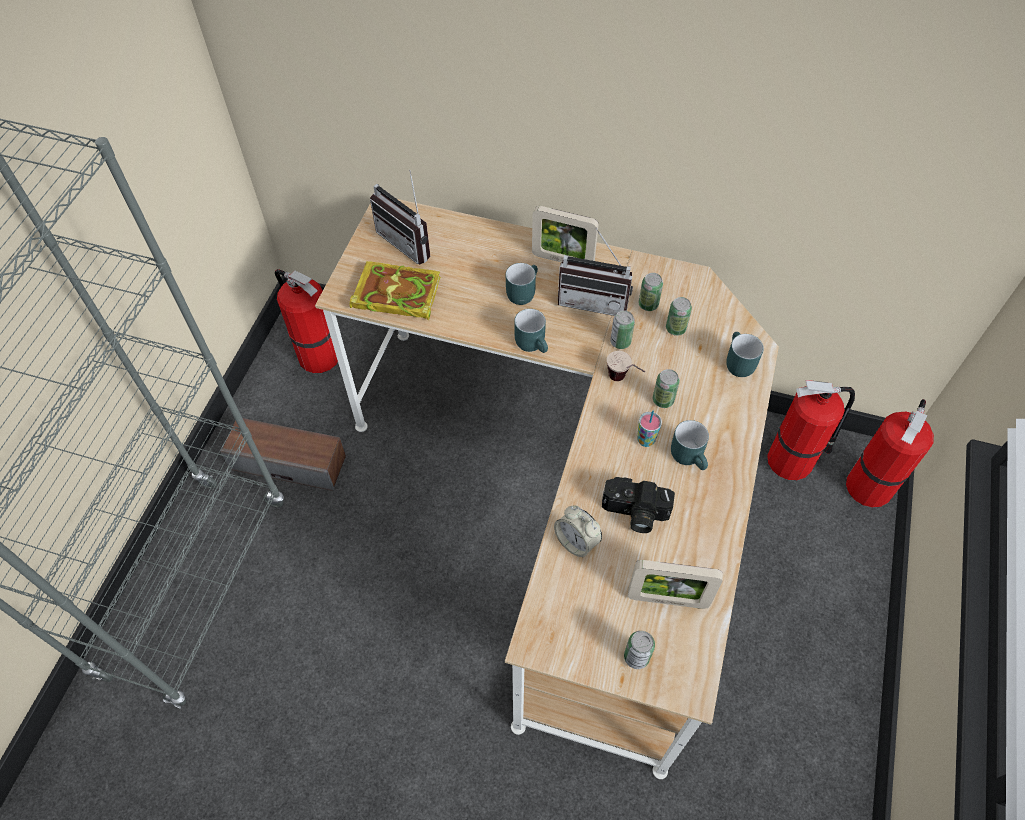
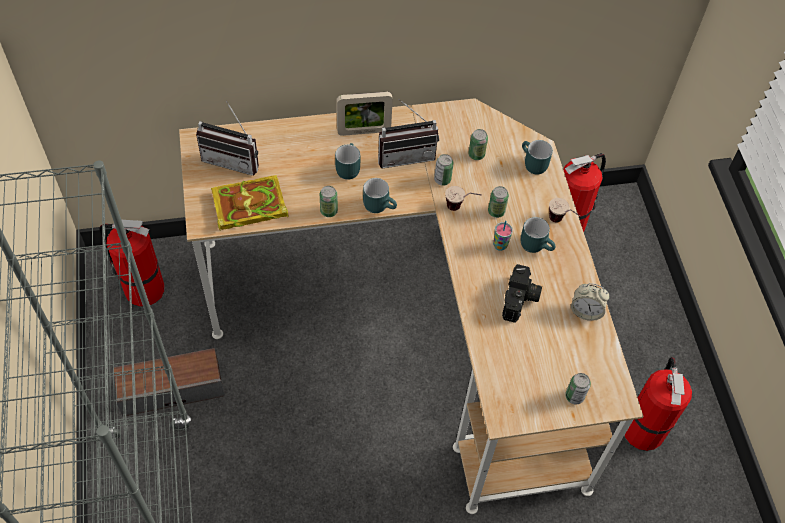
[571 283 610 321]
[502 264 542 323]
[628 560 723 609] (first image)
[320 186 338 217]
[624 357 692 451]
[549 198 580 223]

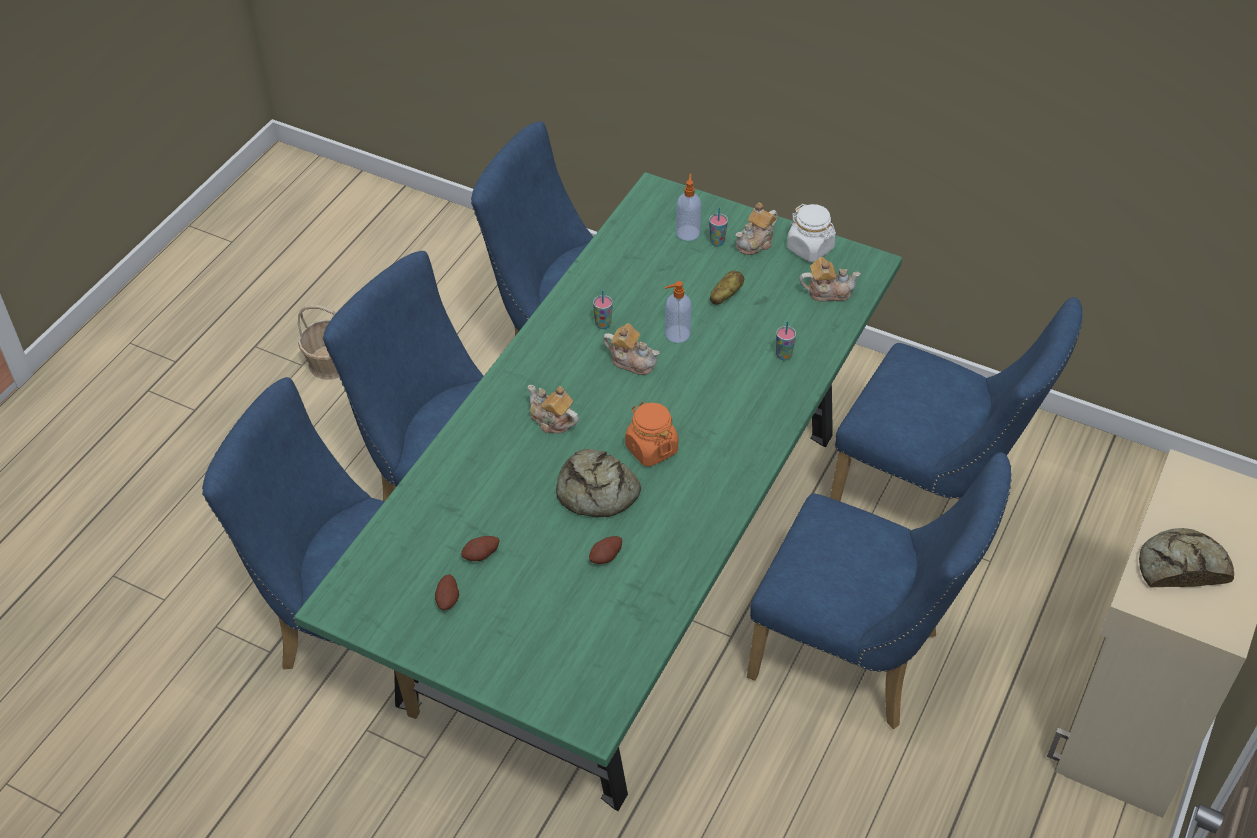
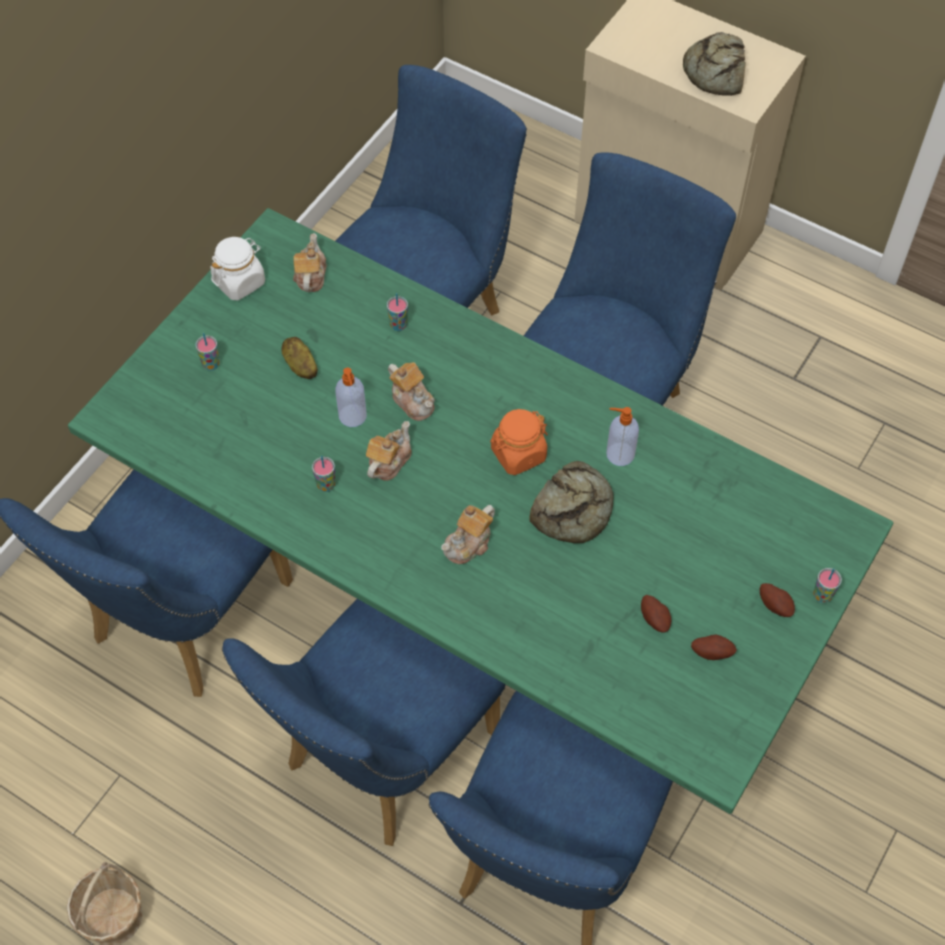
[760 583 795 617]
[606 407 639 466]
[388 362 435 421]
[813 568 842 603]

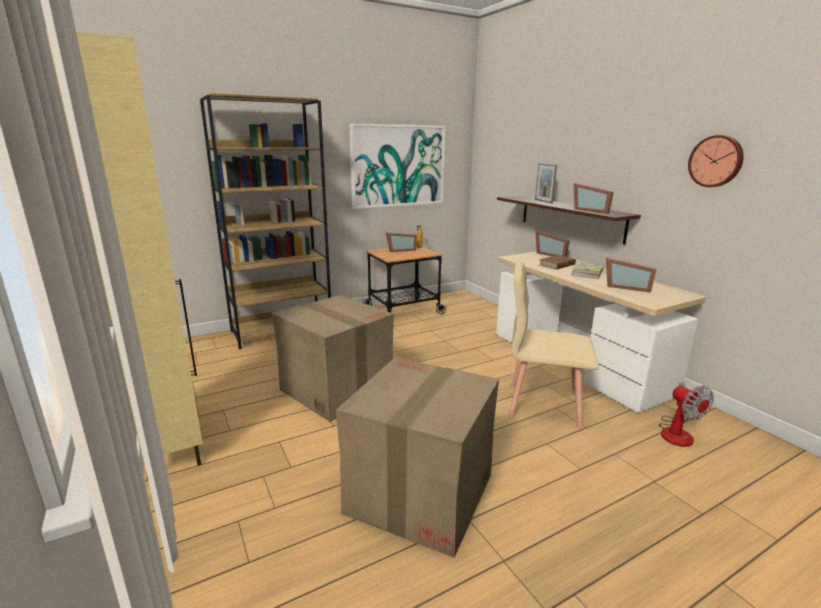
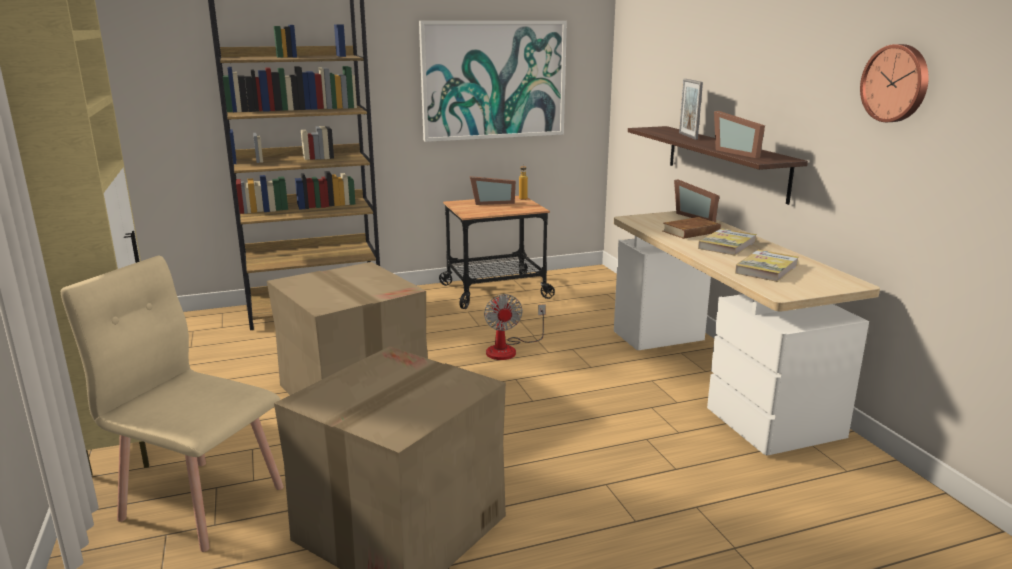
[61 256 284 552]
[735 250 799 282]
[484 294 546 360]

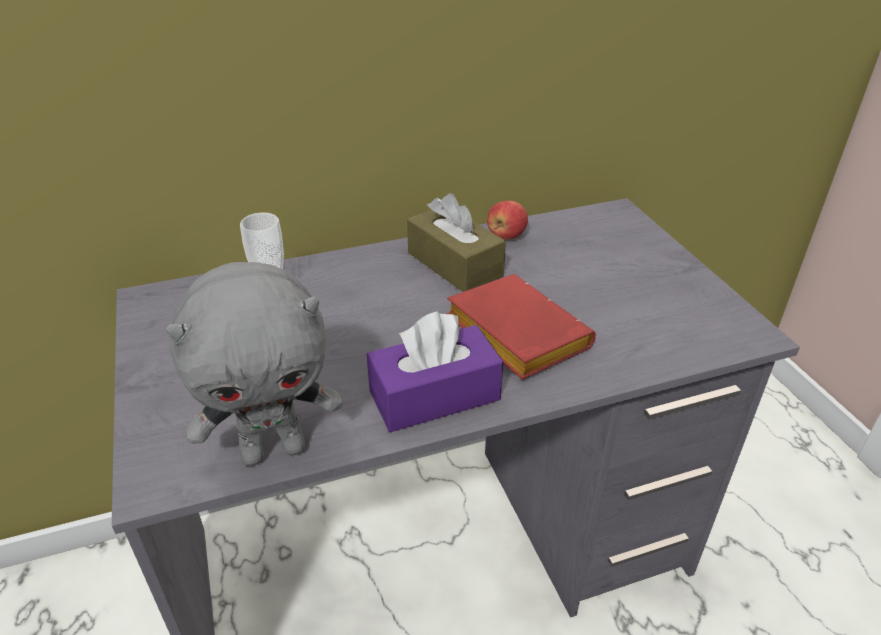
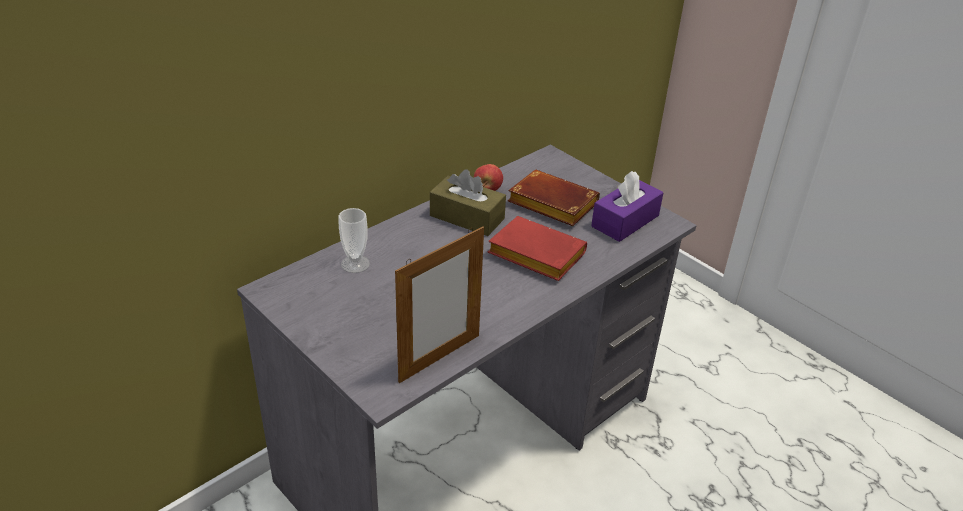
[395 226 484 383]
[591 171 663 242]
[508 170 600 226]

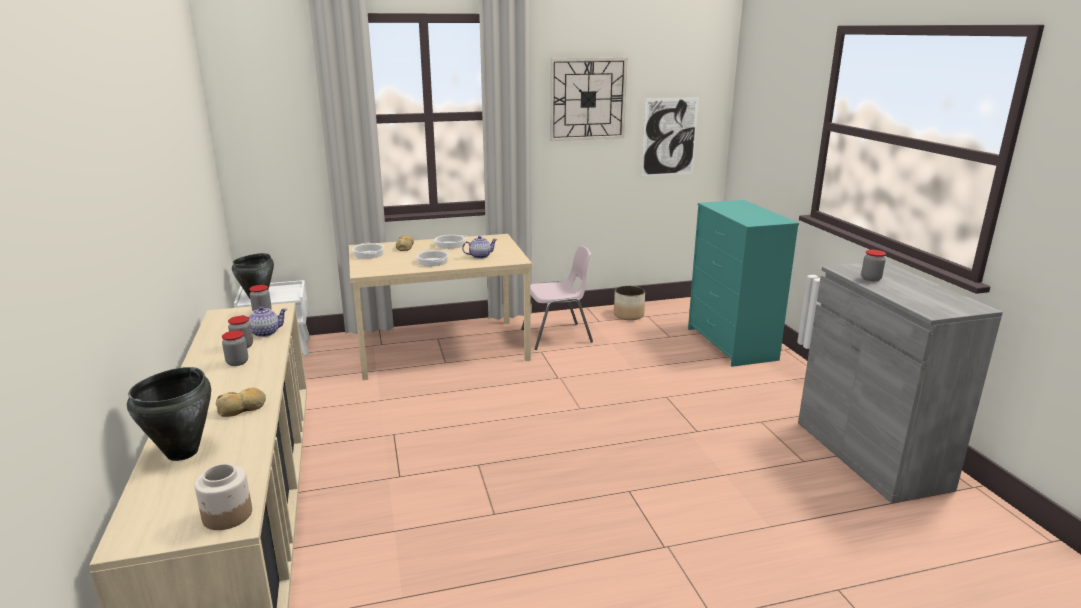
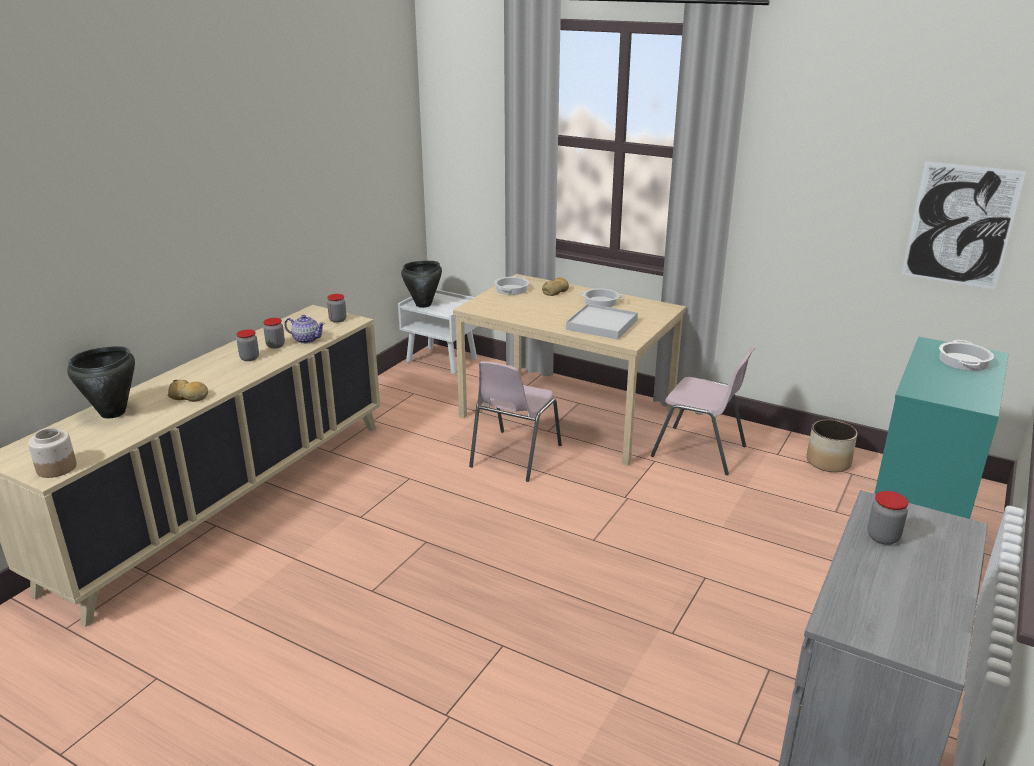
[939 340 994 371]
[566 304 638 340]
[550 58 628 141] (first image)
[469 361 562 482]

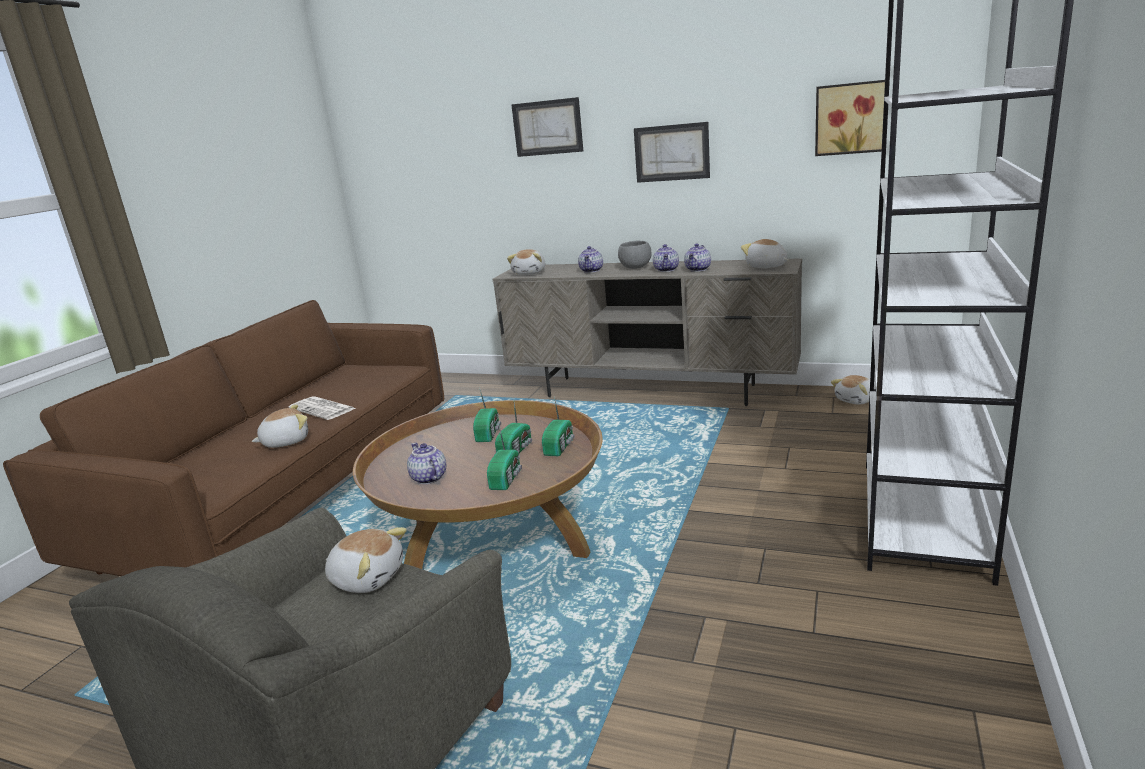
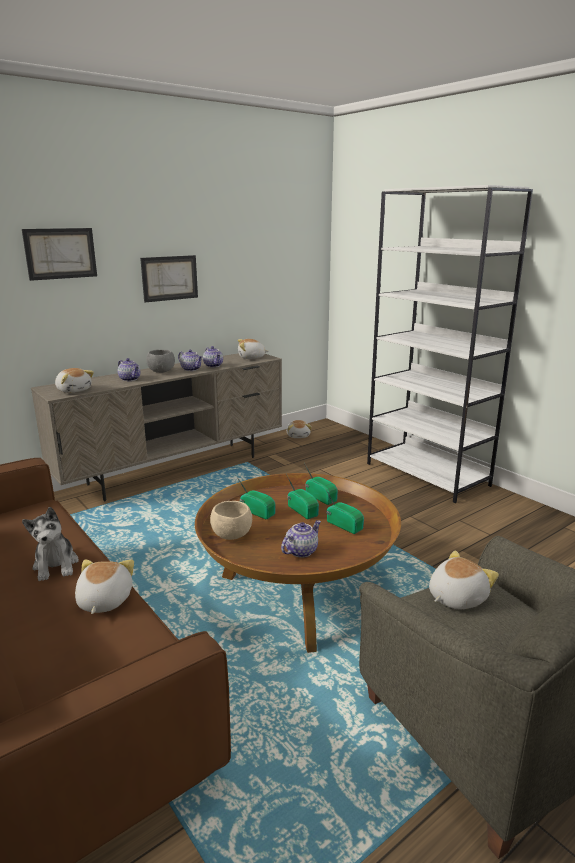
[22 507 79 581]
[281 520 321 558]
[815 80 885 156] (first image)
[210 501 252 540]

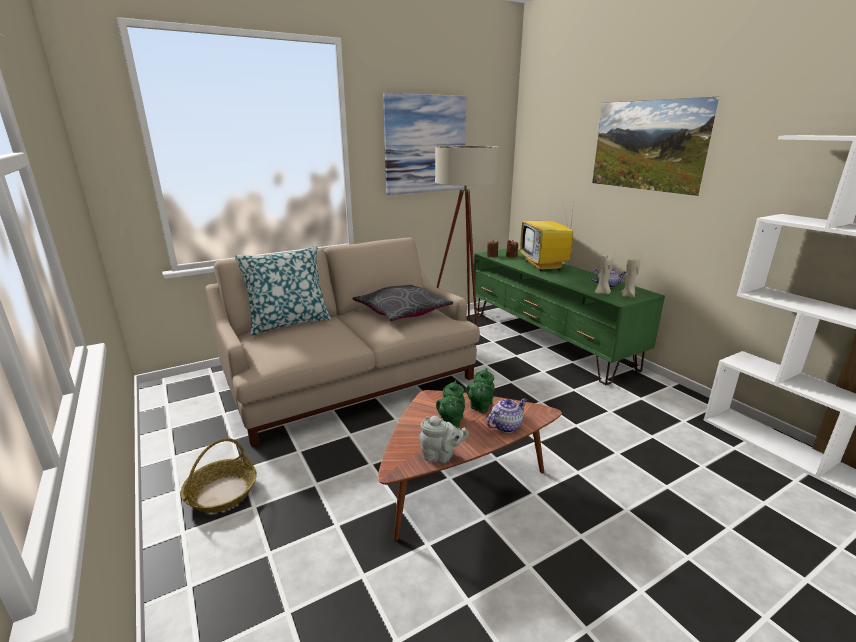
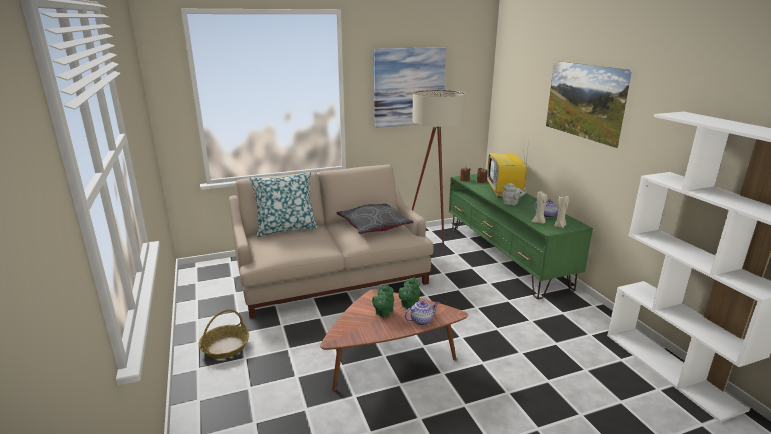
[502 183 527 205]

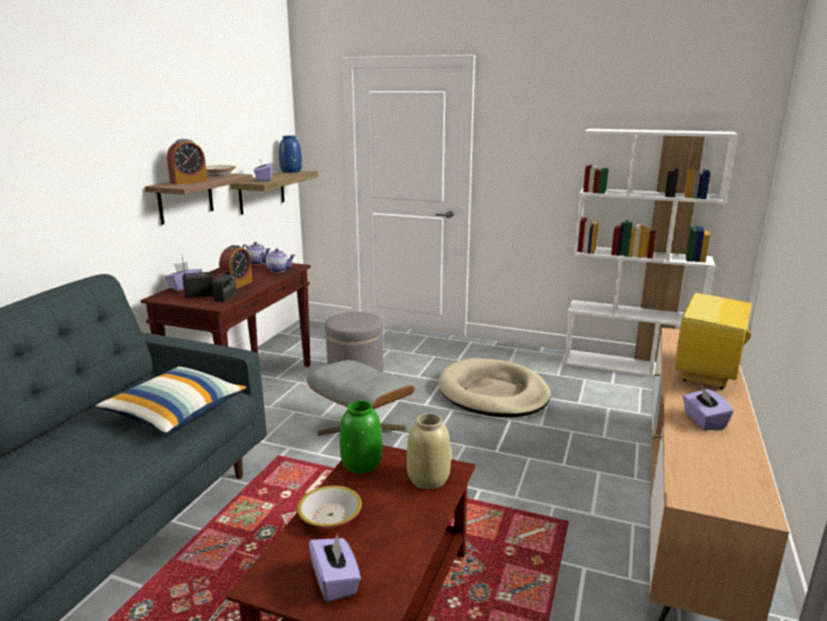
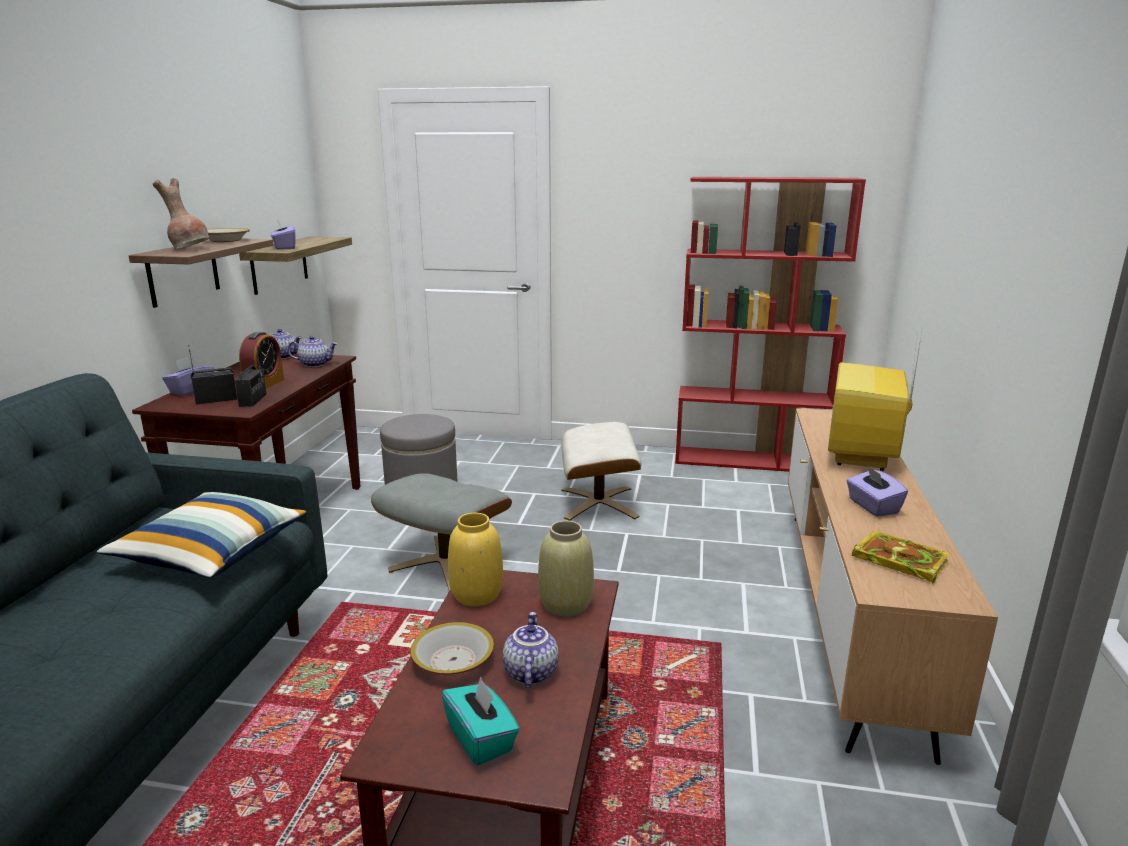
[152 178 210 249]
[279 136 302 173] (first image)
[442 676 520 765]
[448 513 503 606]
[561 422 642 521]
[675 177 866 472]
[503 612 559 688]
[852 530 950 583]

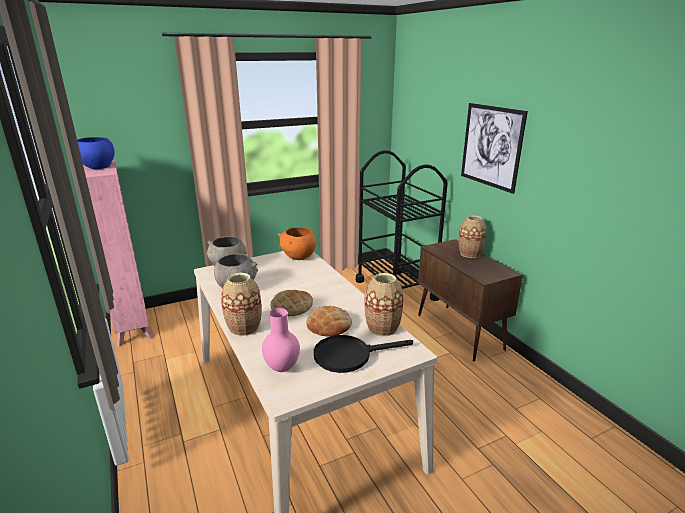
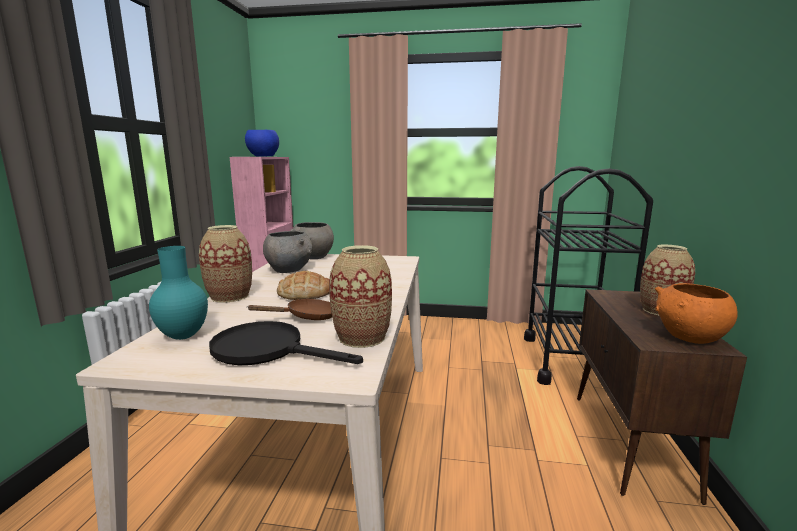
[149 246 208 340]
[655 283 738 344]
[247 299 332 320]
[461 103 528 194] (first image)

